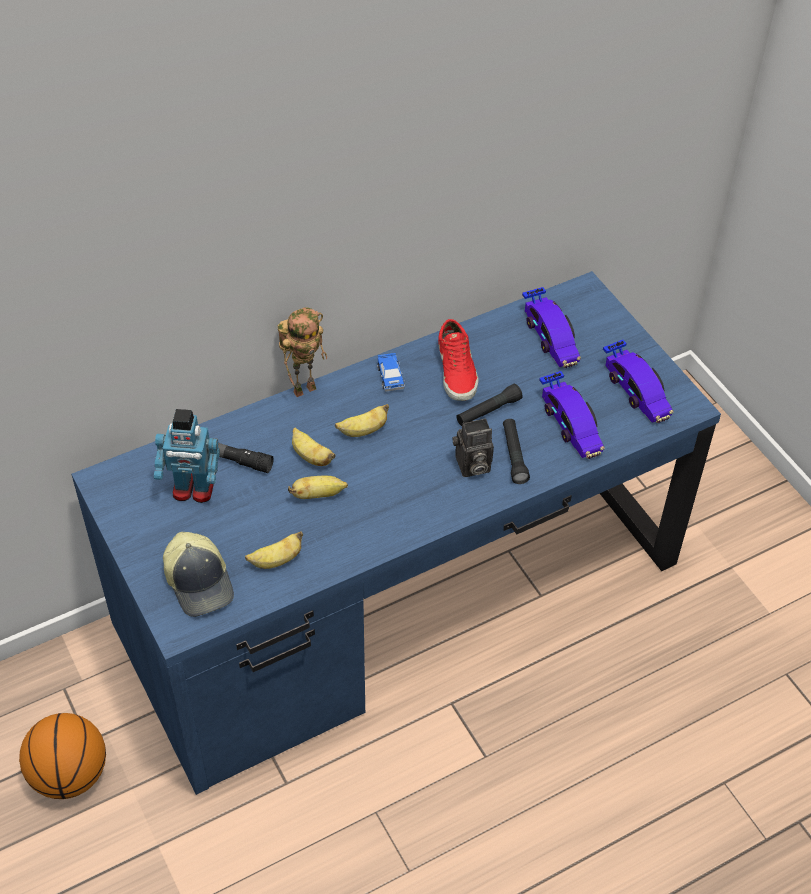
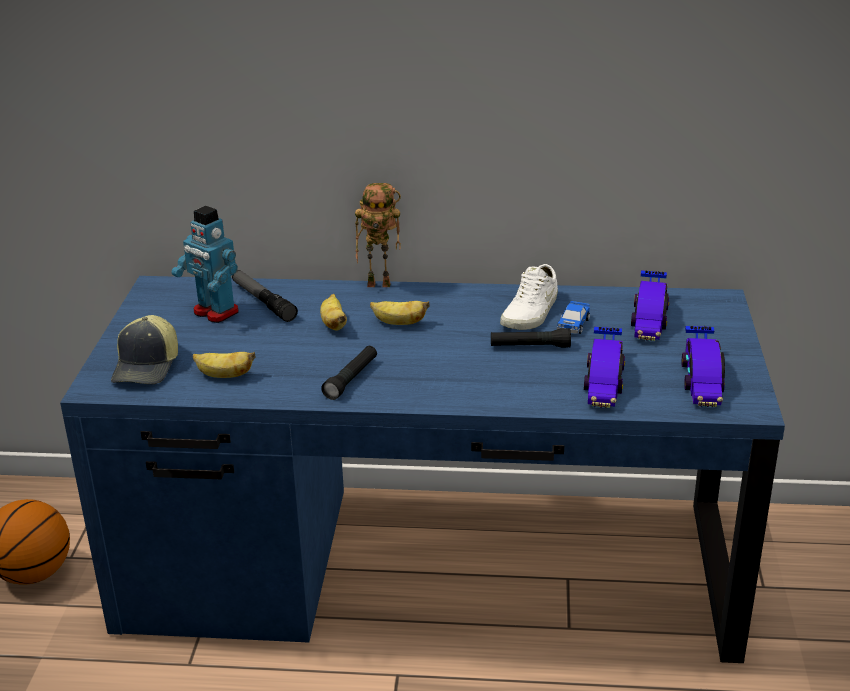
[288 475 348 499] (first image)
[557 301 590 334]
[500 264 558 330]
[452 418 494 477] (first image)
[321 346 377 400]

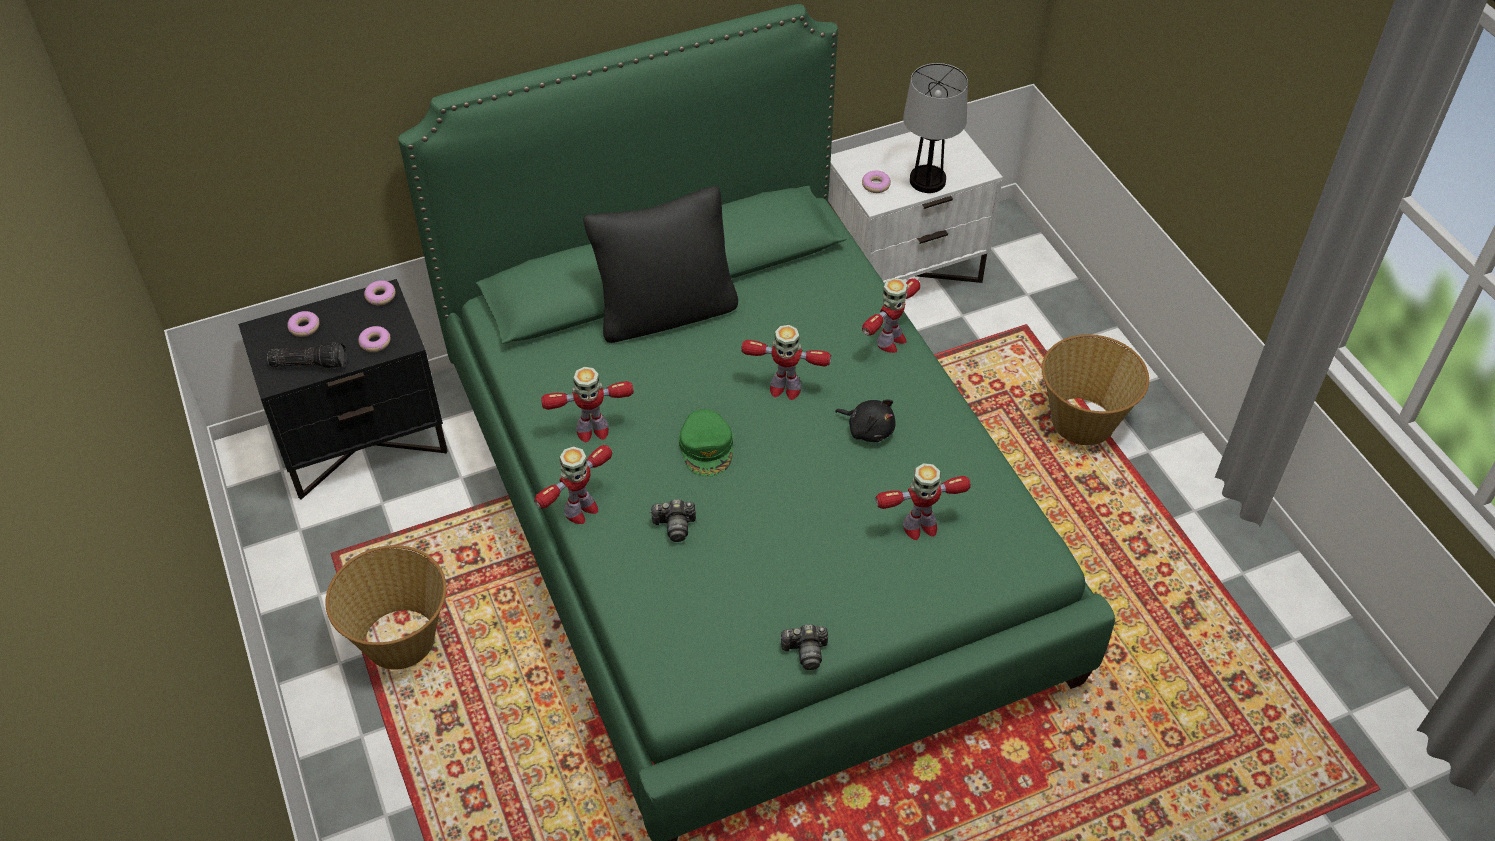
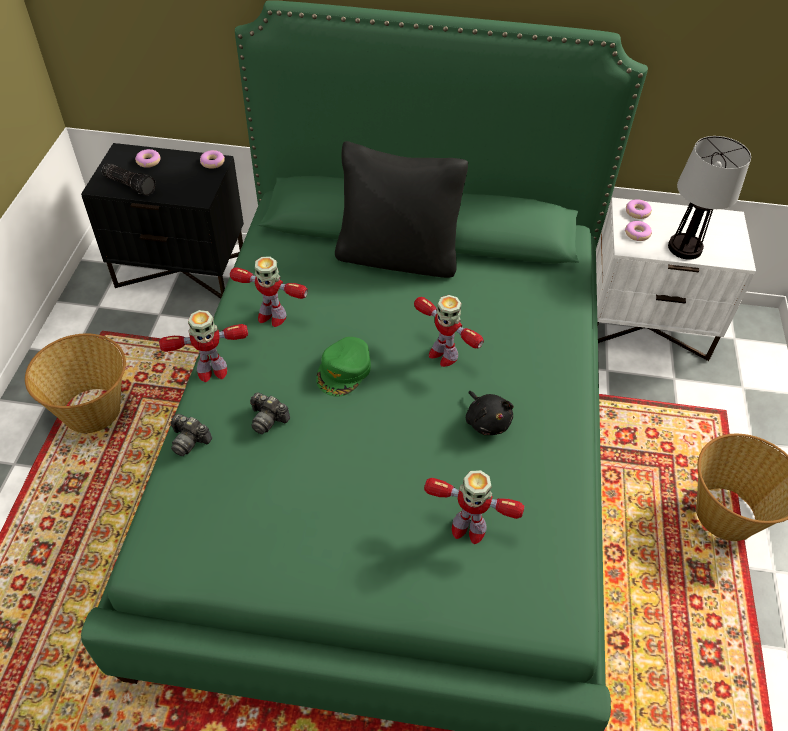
[626 199 652 219]
[171 414 212 456]
[862 278 920 353] (first image)

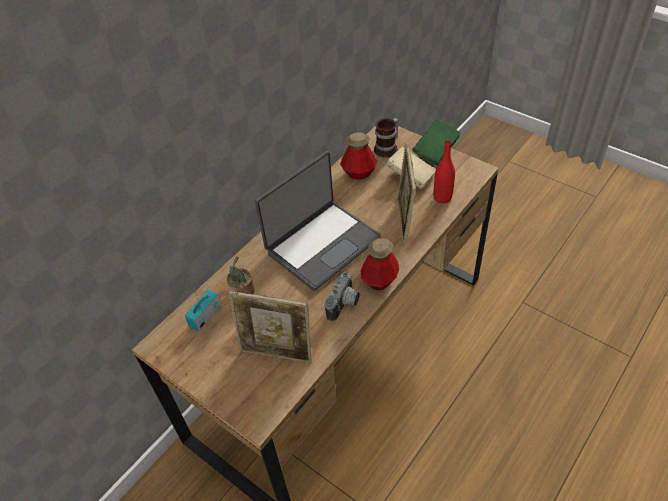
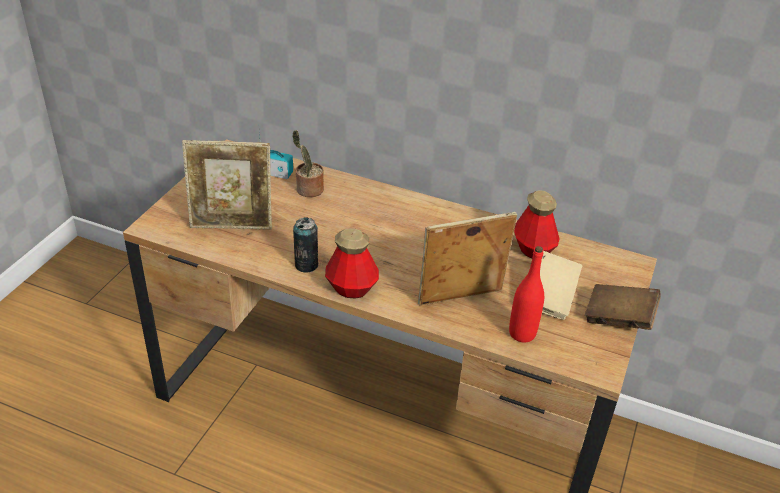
[182 140 272 230]
[255 151 381 291] (first image)
[293 217 319 273]
[374 118 399 158] (first image)
[585 284 661 330]

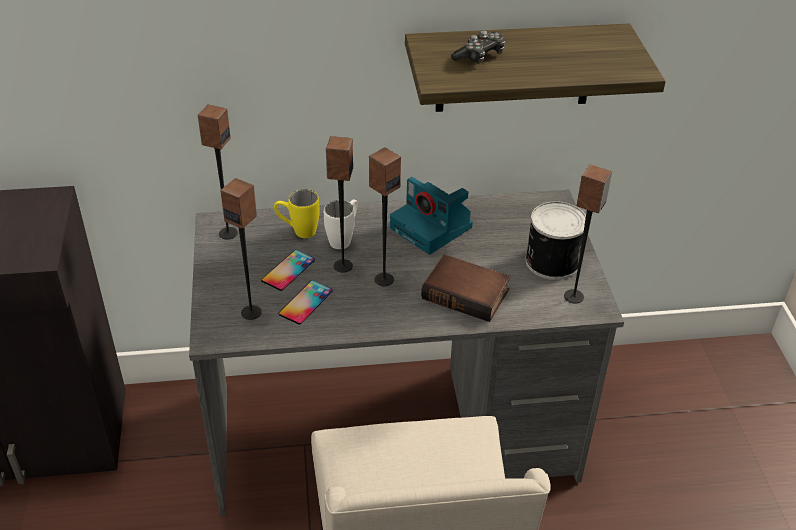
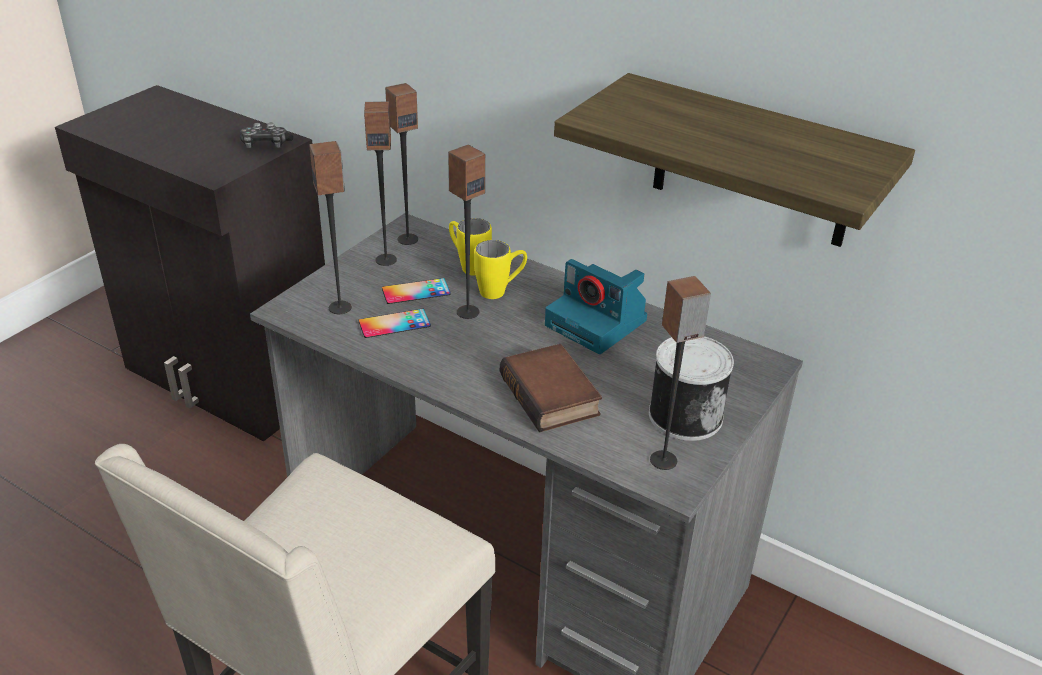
[474 240 527 299]
[364 102 397 266]
[545 259 647 354]
[240 123 293 148]

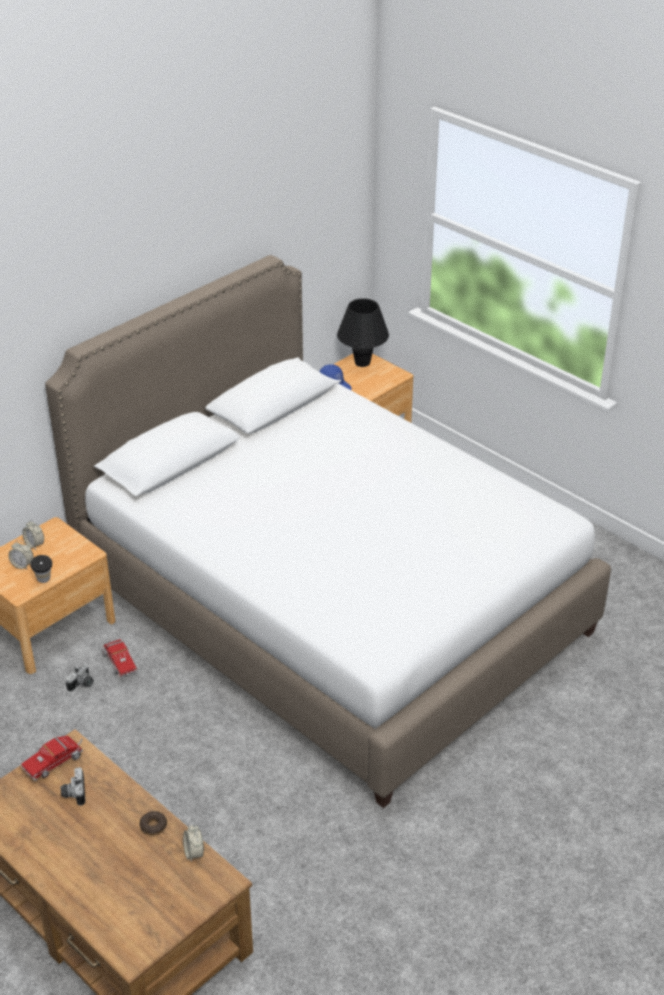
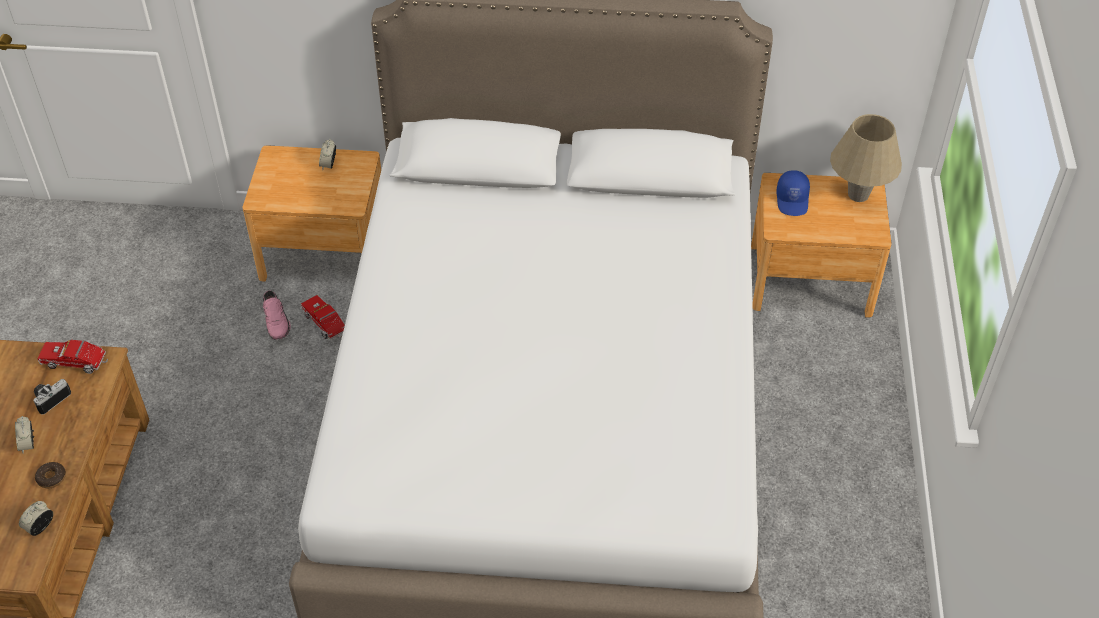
[15 416 34 453]
[30 555 52 583] (first image)
[263 291 291 340]
[301 295 345 339]
[830 114 902 202]

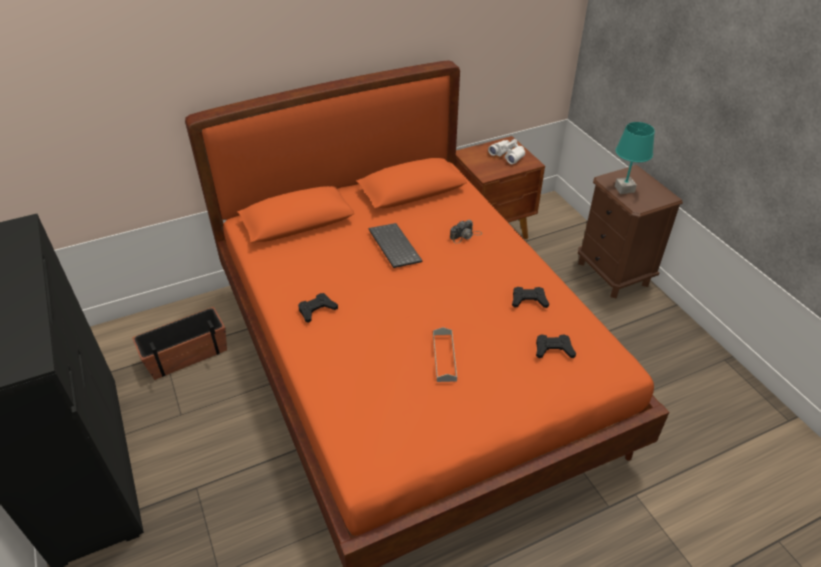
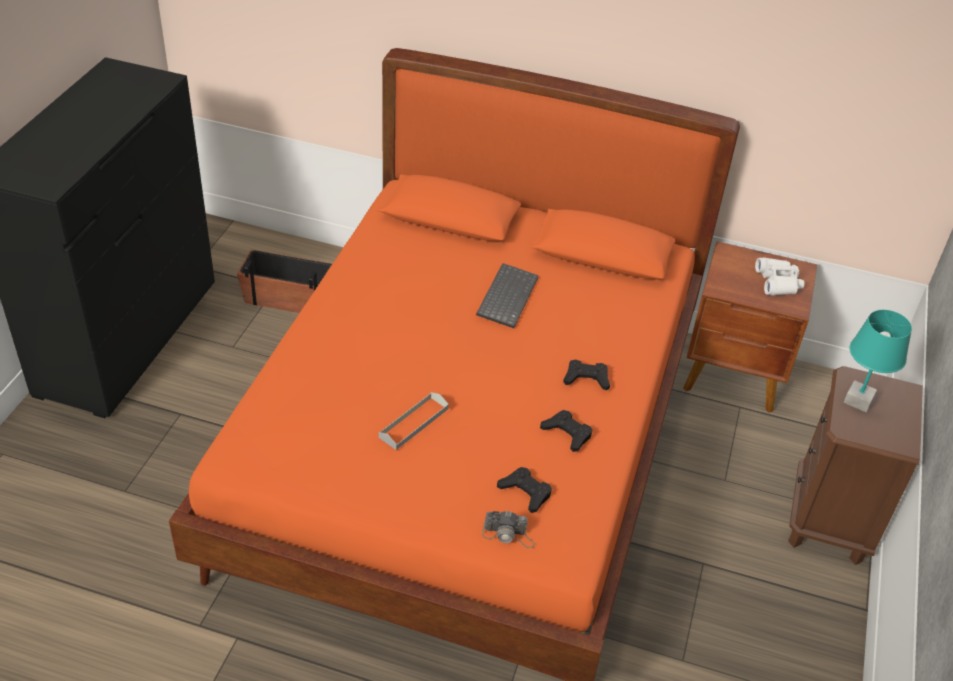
[563 360 610 390]
[482 511 535 548]

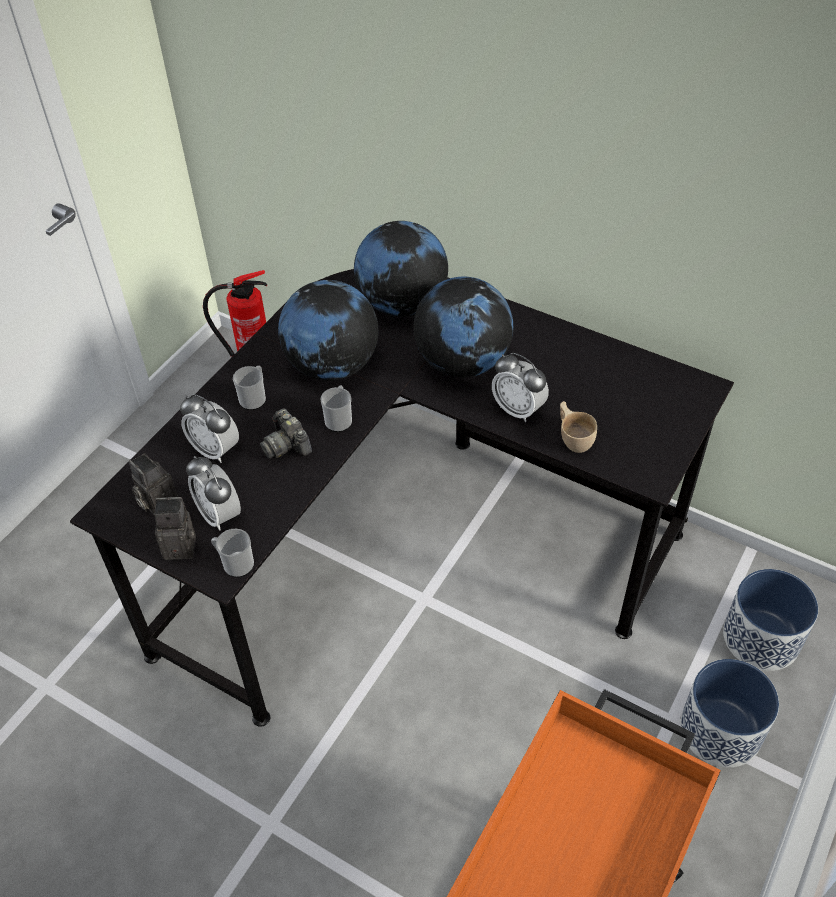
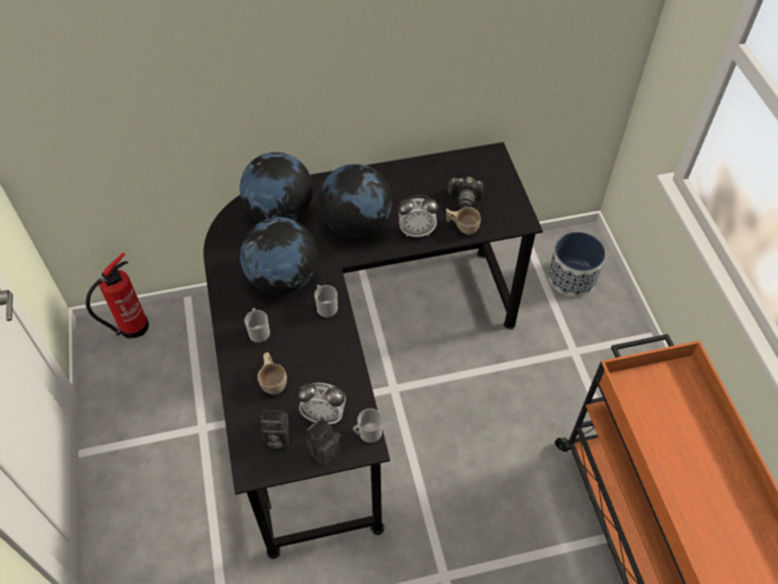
[257 352 287 395]
[448 177 484 209]
[680 659 779 767] (first image)

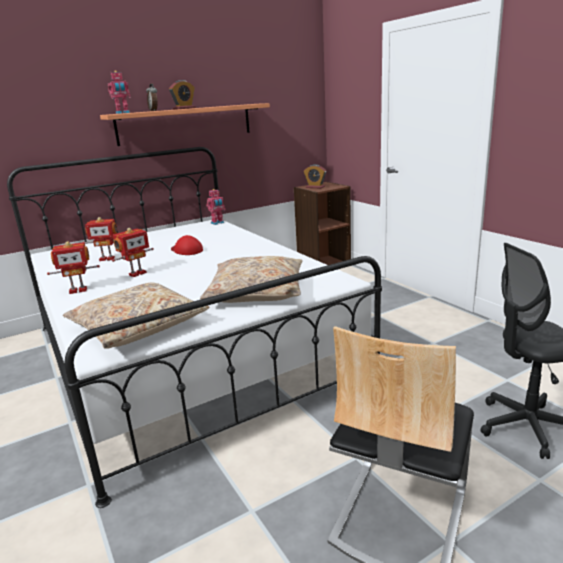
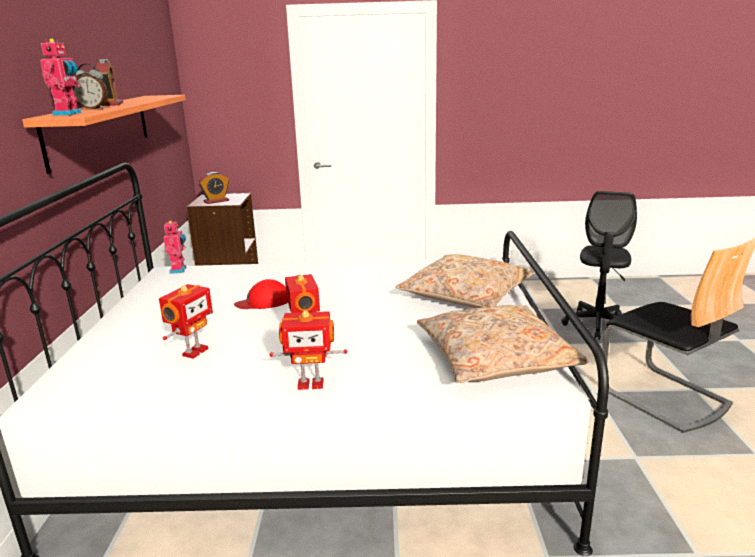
[270 311 348 390]

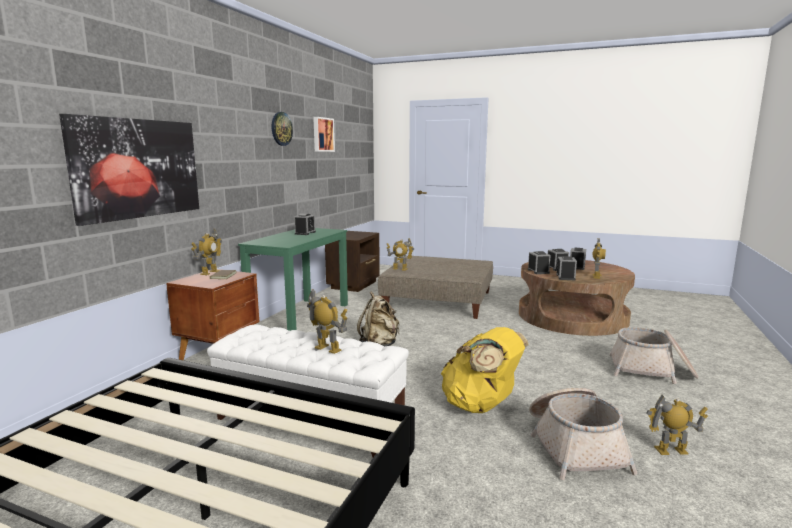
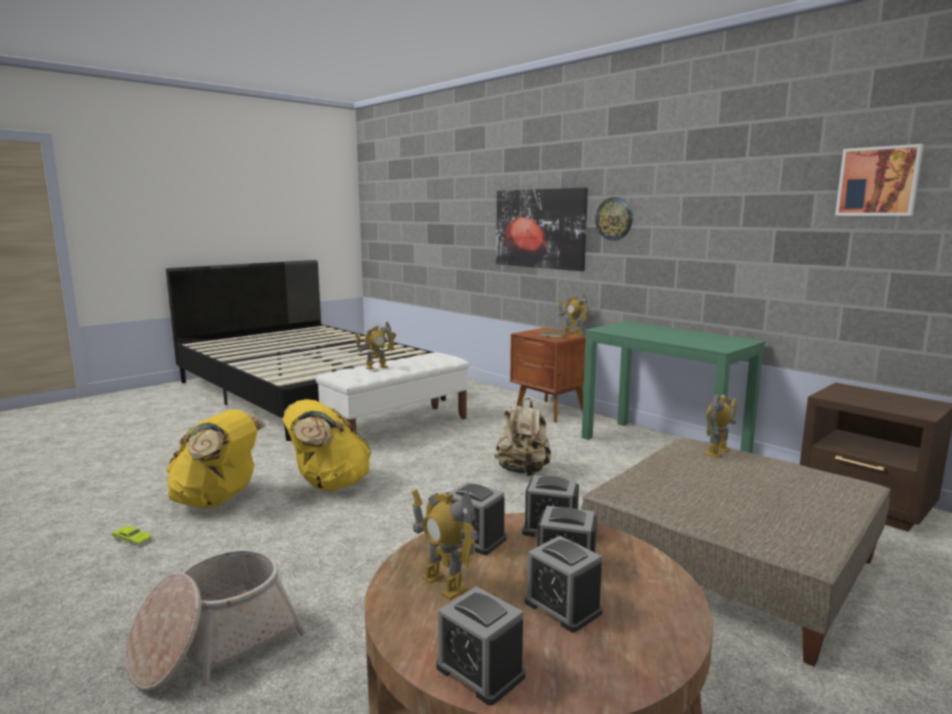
[595 197 633 241]
[436 586 526 706]
[166 409 266 508]
[111 526 153 546]

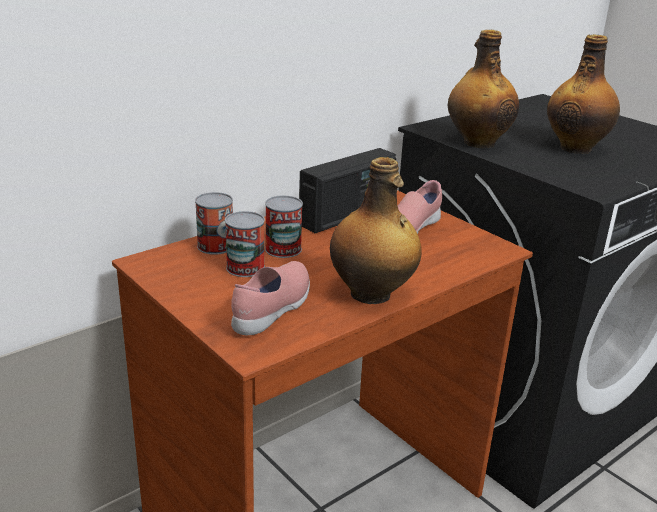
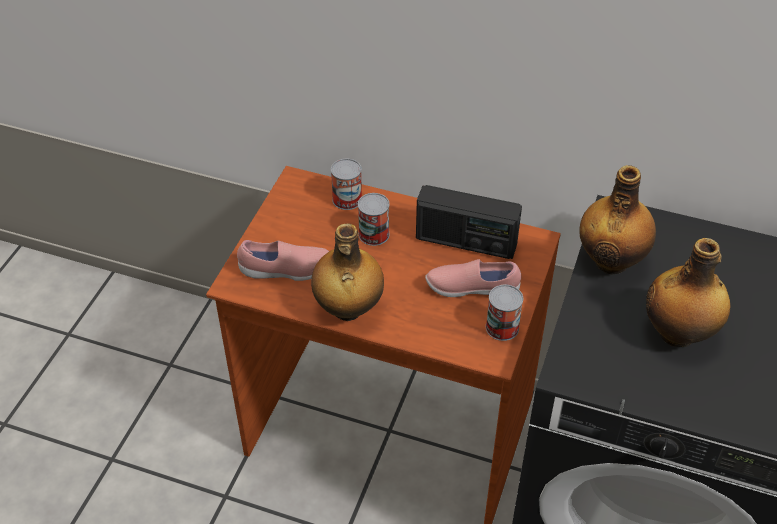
[486 285 523 341]

